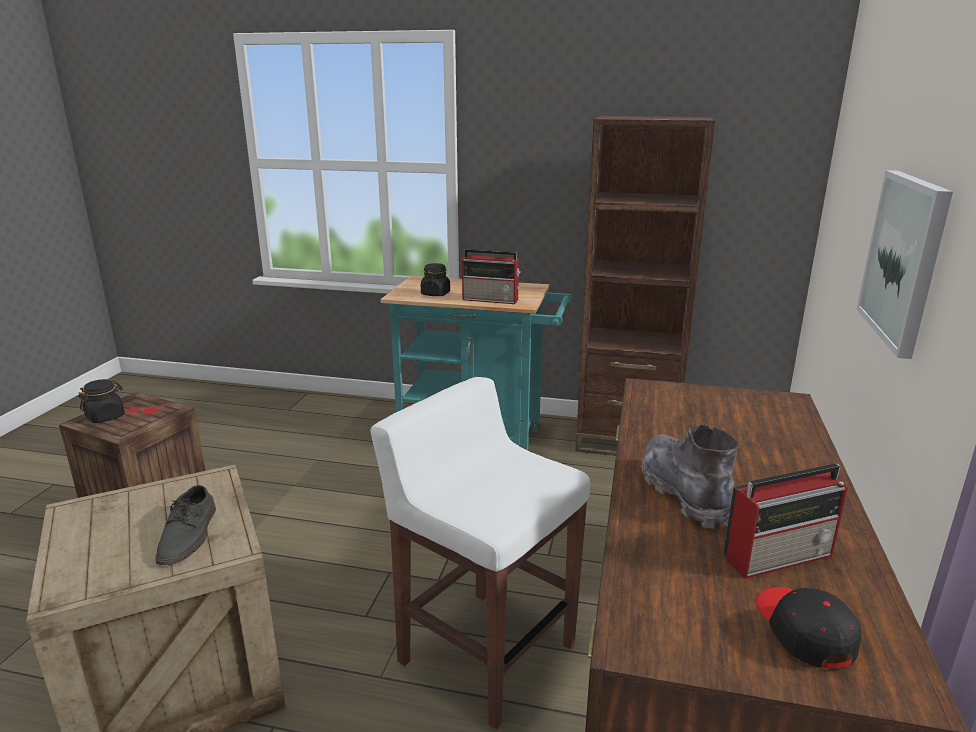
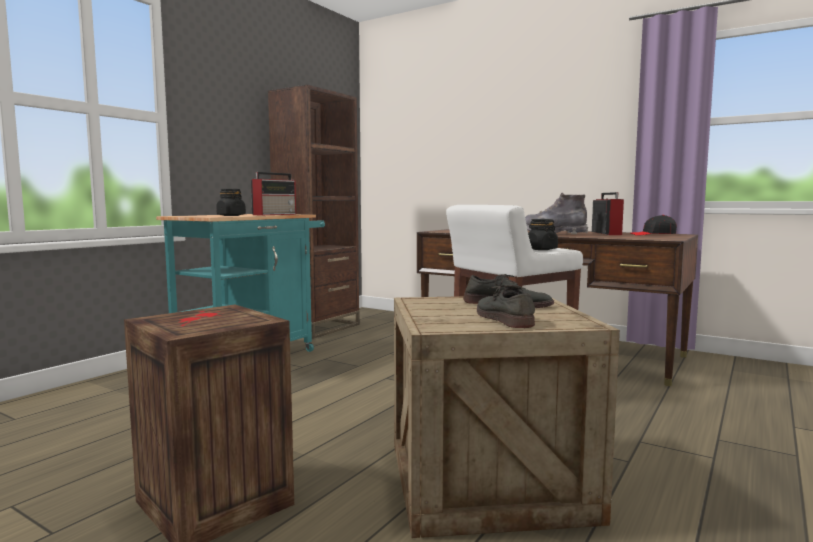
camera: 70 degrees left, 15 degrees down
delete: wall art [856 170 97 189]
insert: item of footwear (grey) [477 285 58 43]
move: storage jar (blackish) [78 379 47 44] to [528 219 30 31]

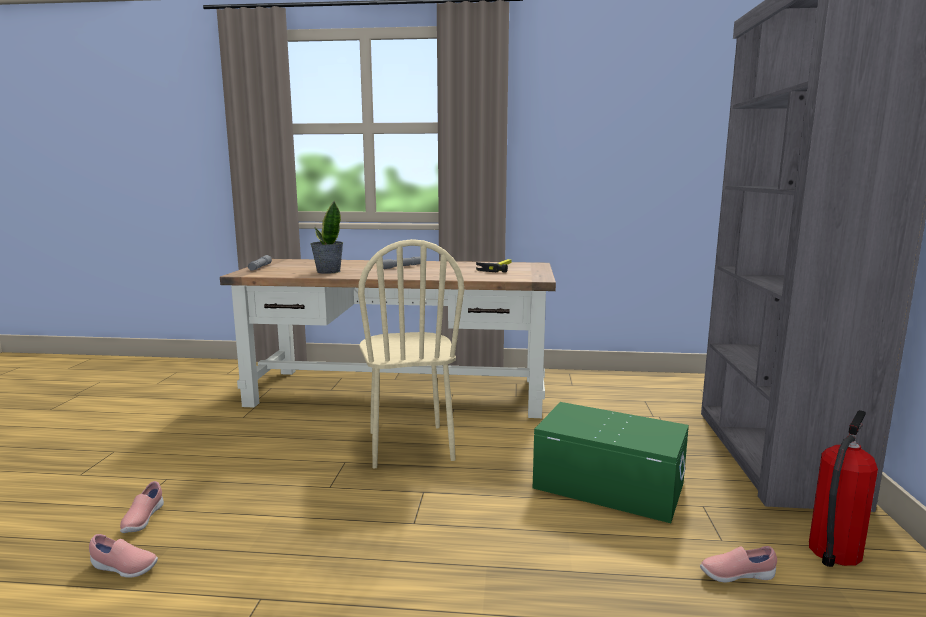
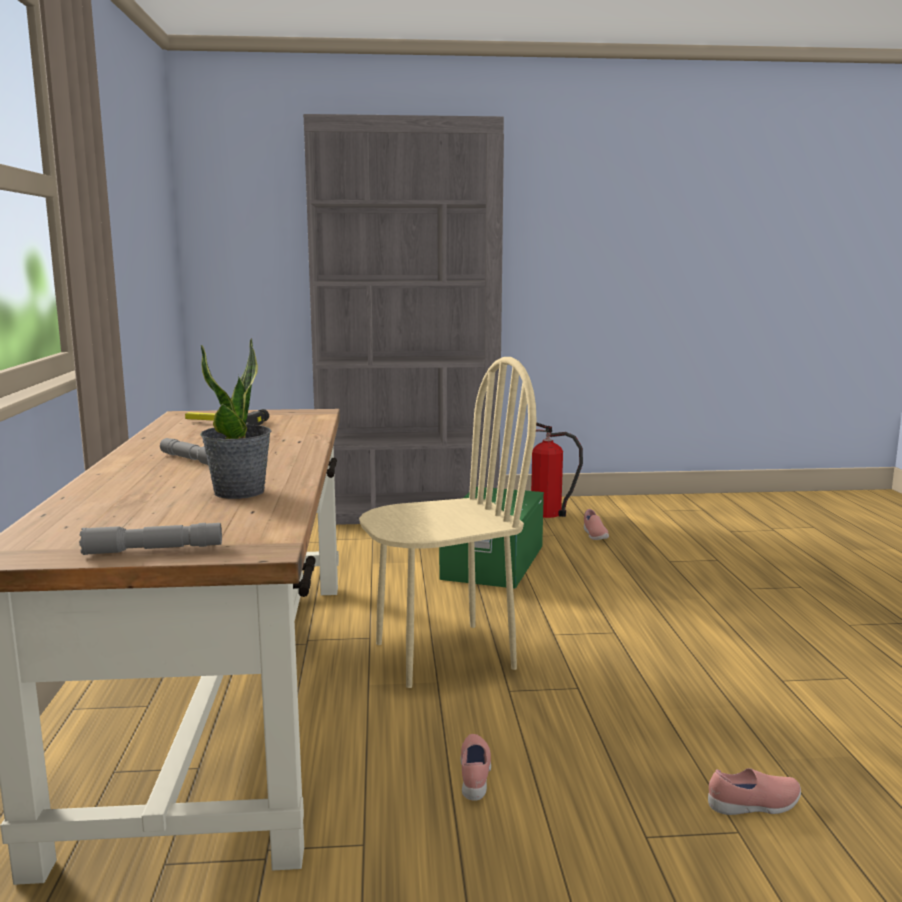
camera: 100 degrees left, 0 degrees up
move: item of footwear (pink) [89 534 69 44] to [461 734 30 67]

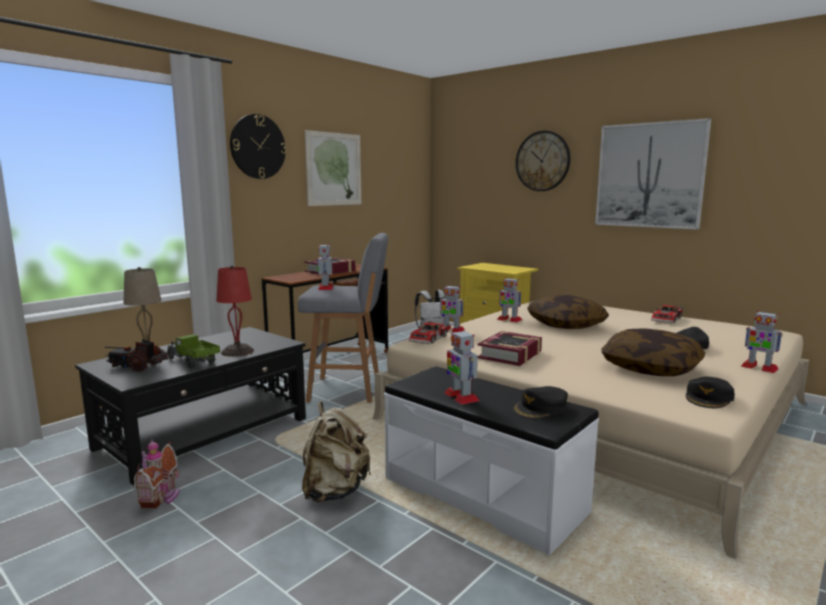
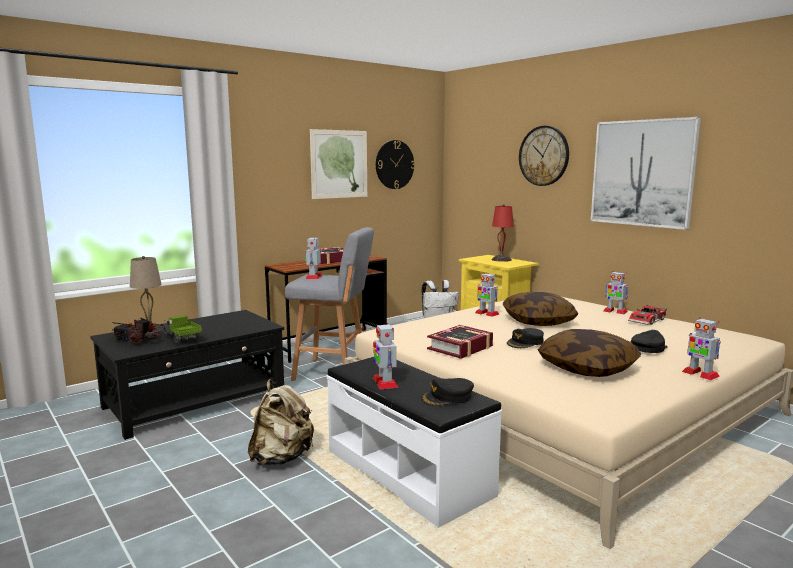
camera: 10 degrees right, 0 degrees up
delete: toy house [134 439 46 70]; toy car [408 321 41 23]
move: tabletop lamp (red) [216 266 38 91] to [491 204 23 58]; clock on the wall [230 114 57 65] to [376 140 39 49]; model robot [440 285 25 48] to [603 271 26 43]; baseball cap (blackish) [686 377 49 31] to [507 328 37 20]

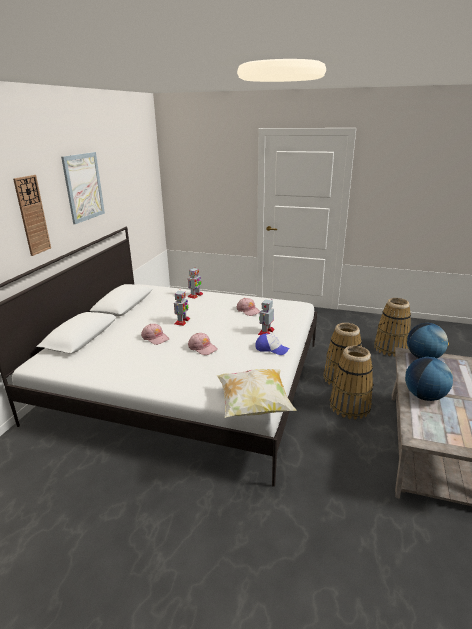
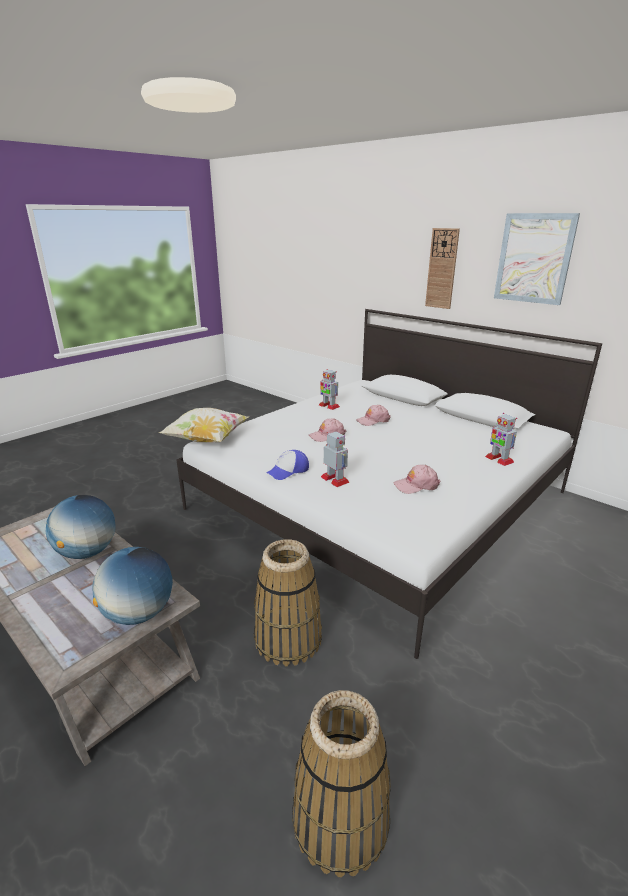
camera: 115 degrees right, 0 degrees up
delete: household basket [330 346 43 74]
move: model robot [174 291 16 35] to [319 369 21 41]

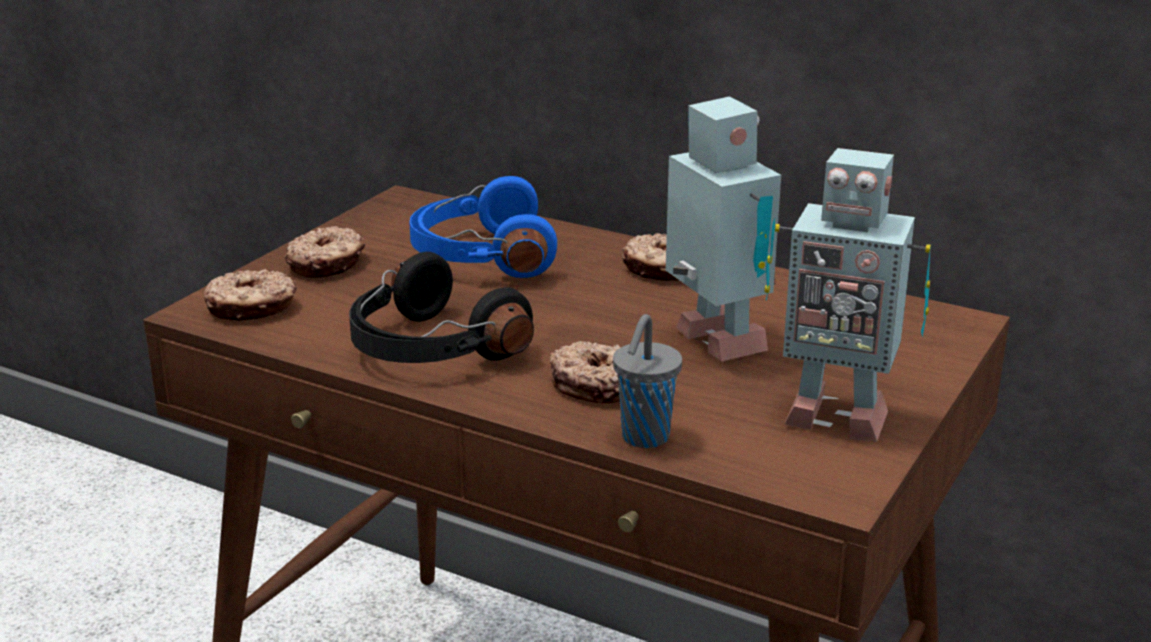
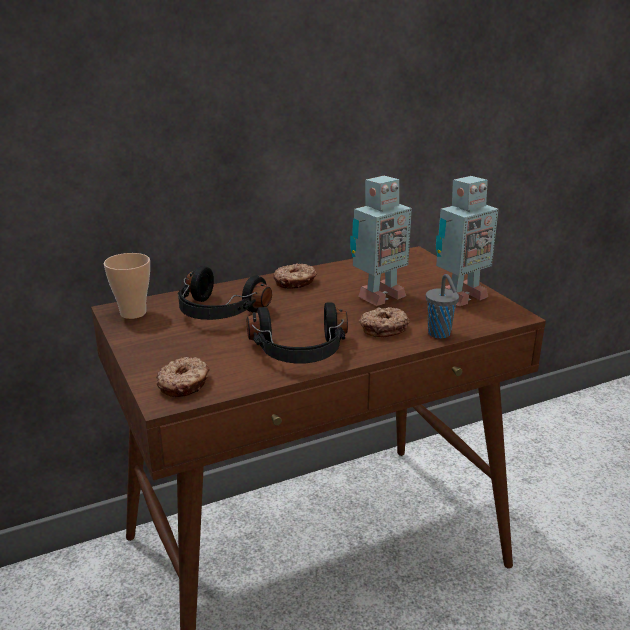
camera: 55 degrees left, 0 degrees up
delete: ring doughnut [285 226 80 52]
insert: small cup [104 253 46 66]
recolor: headset (blue-coloured) [409 176 148 102] to headset (blackish) [178 266 94 54]
rotate: model robot [666 96 115 266] = [350 176 62 130] 135 degrees clockwise

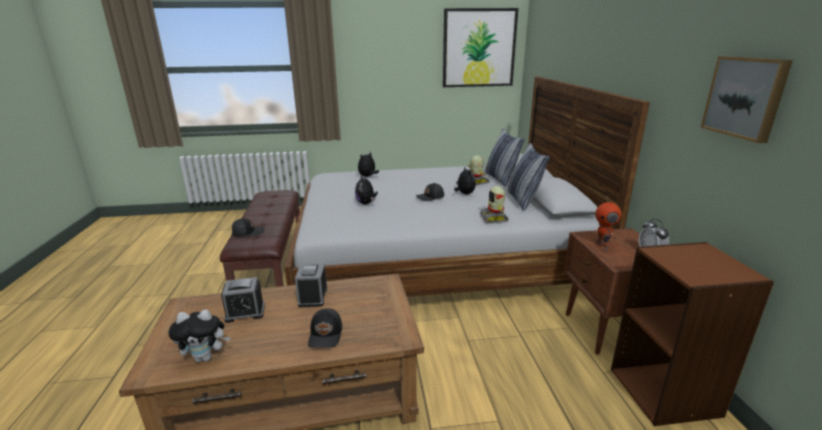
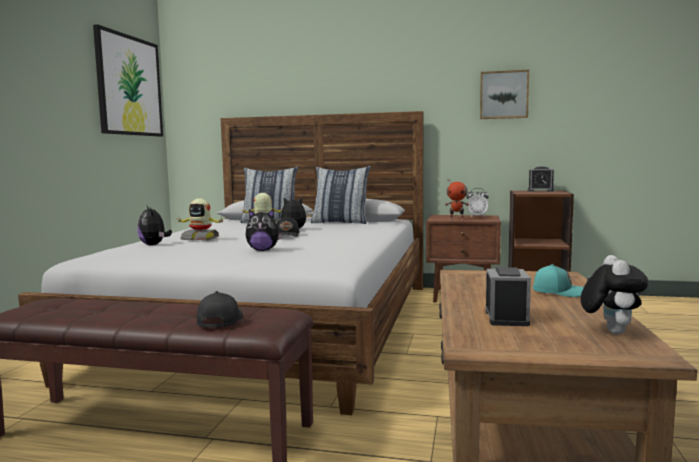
camera: 70 degrees left, 15 degrees down
move: table clock [295 263 32 44] to [528 166 26 26]; model robot [480 186 29 37] to [178 198 46 42]
recolor: baseball cap (blackish) [308 308 34 40] to baseball cap (turquoise) [533 264 51 33]

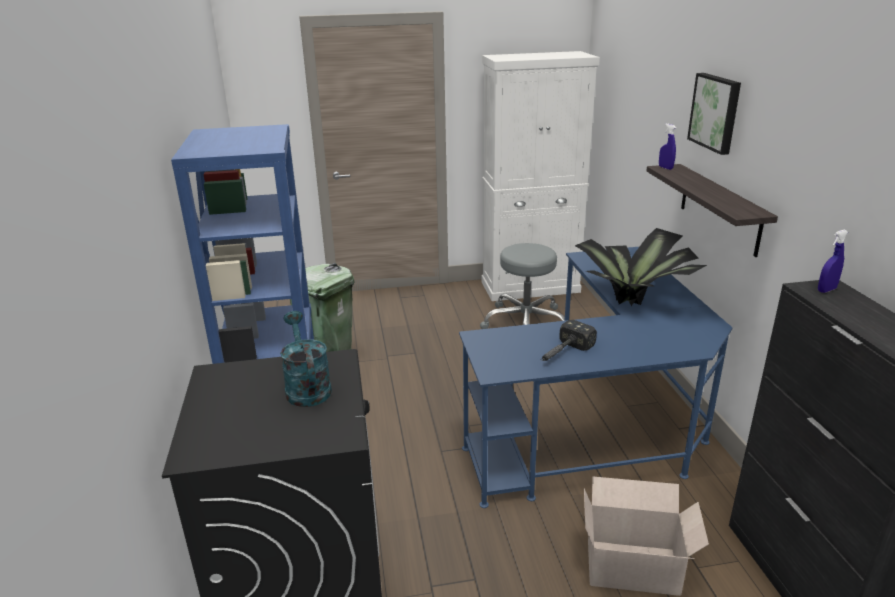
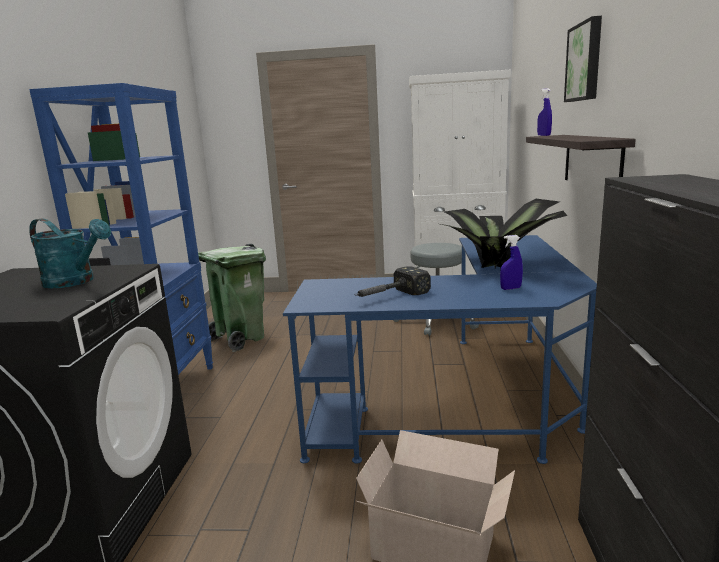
camera: 15 degrees right, 10 degrees down
move: sprayer (blue-coloured) [818 230 30 63] to [500 235 23 55]
rotate: watering can (turquoise) [280 311 52 96] = [29 218 82 70] 120 degrees clockwise

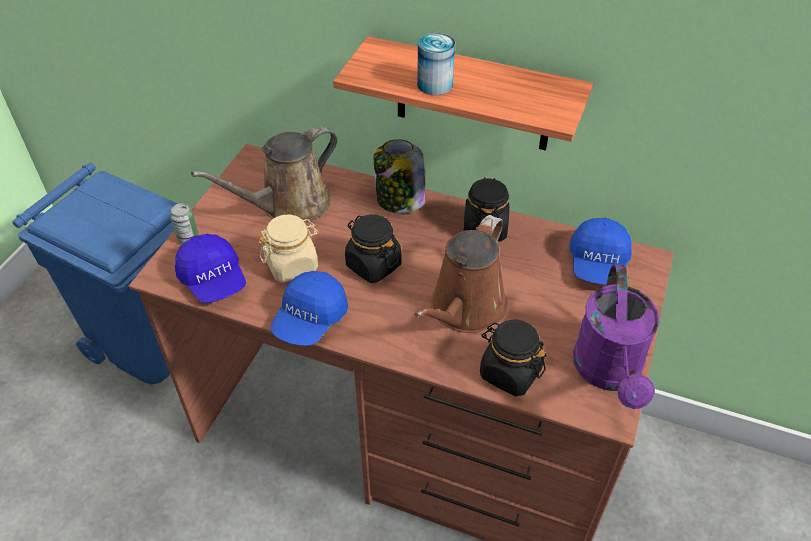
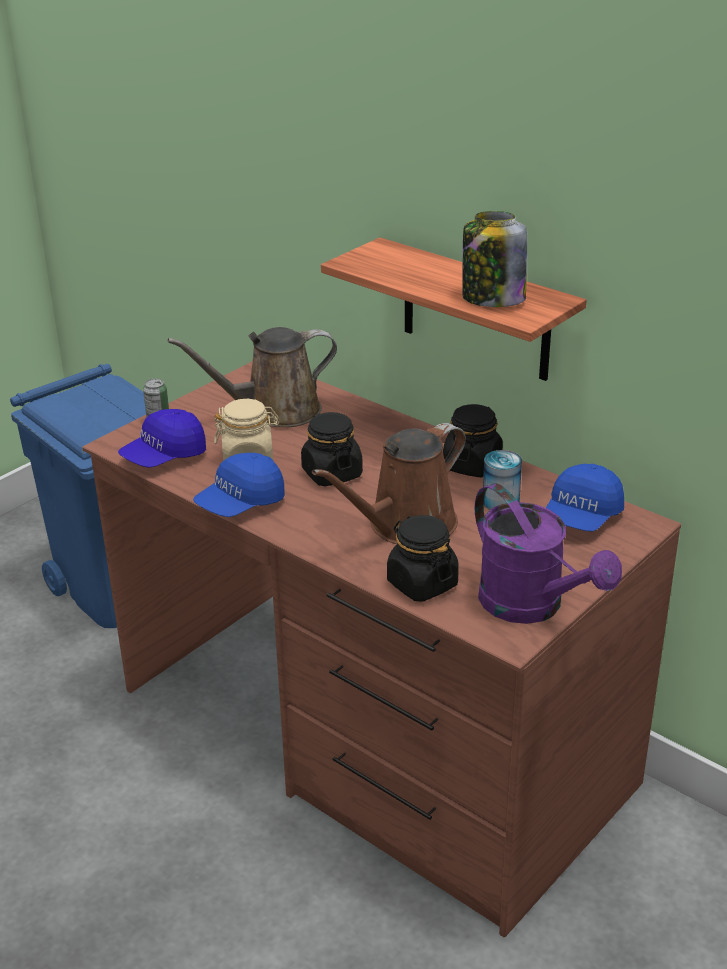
camera: 20 degrees right, 15 degrees down
move: storage jar [374 139 52 74] to [462 211 65 96]; metal can [417 33 38 62] to [483 450 39 60]
rotate: baseball cap (blue-coloured) [175 234 71 69] = [118 409 88 59] 60 degrees clockwise; watering can (purplish) [573 264 86 145] = [475 483 147 141] 60 degrees counterclockwise

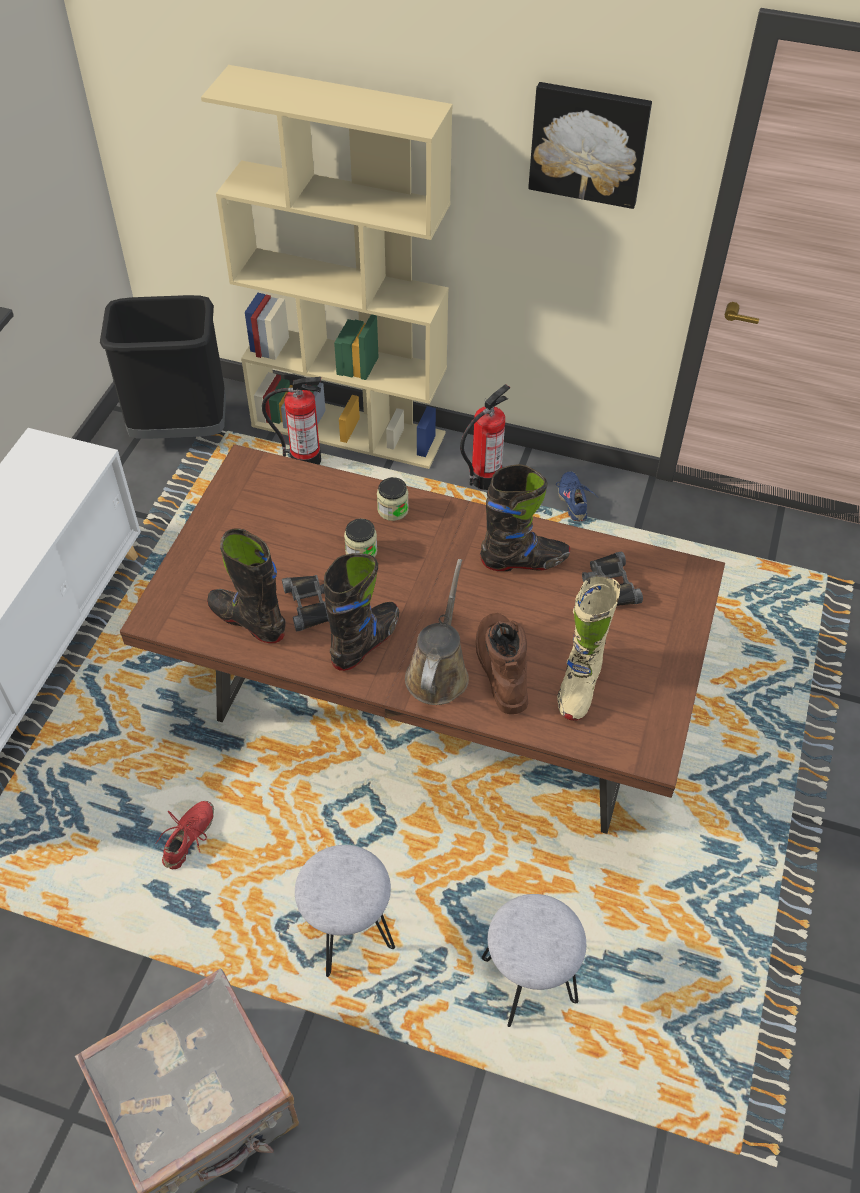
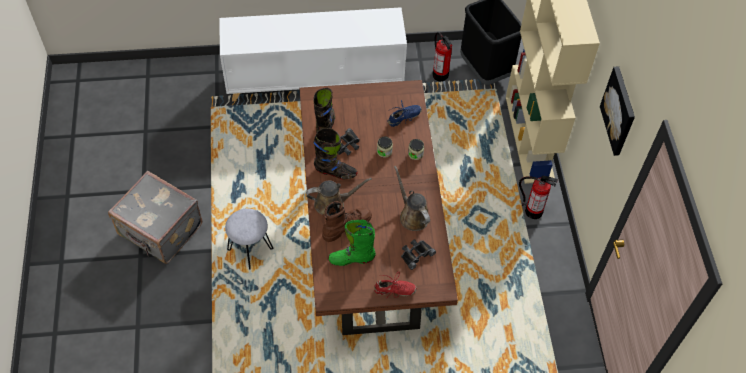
camera: 65 degrees right, 5 degrees up
delete: sitting stool (grey) [482 894 104 133]
move: item of footwear (red) [155 801 59 68] to [374 271 43 27]; extinguisher [262 377 59 88] to [432 32 20 50]; item of footwear (blue-coloured) [556 471 42 50] to [388 100 34 27]
replace: high-top boot (blackish) [480 464 90 107] to watering can (brownish) [394 166 36 65]
recolor: high-top boot (beige-coloured) [557 575 63 146] to high-top boot (green-coloured) [328 220 48 46]

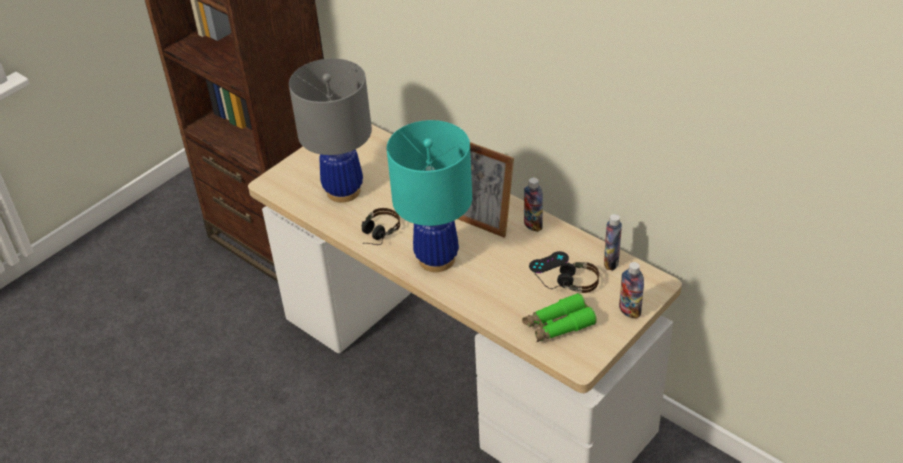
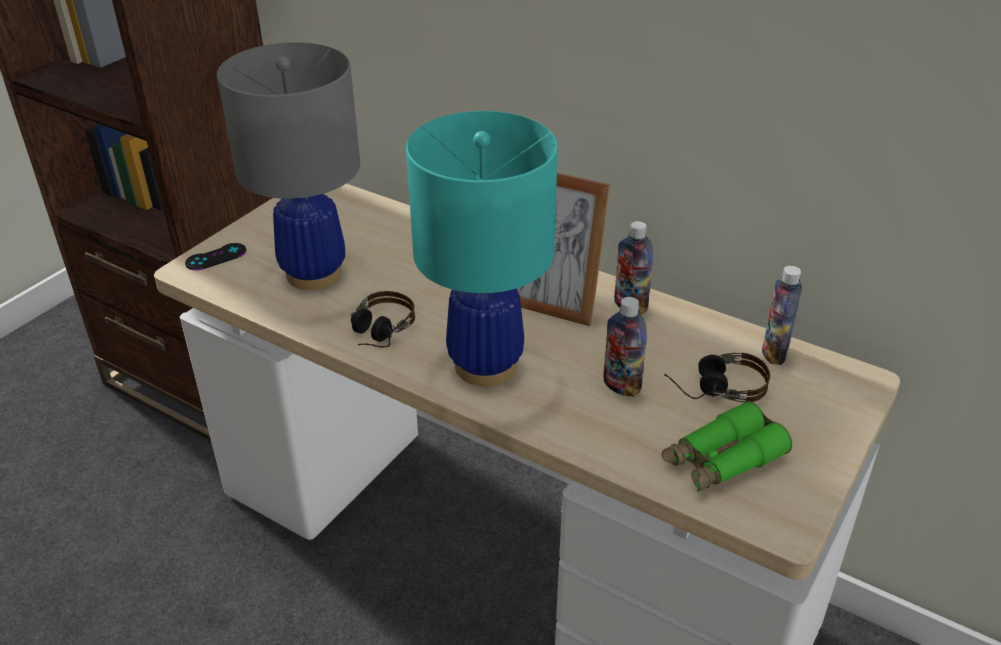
camera: 10 degrees left, 5 degrees down
move: joypad (blackish) [529 251 40 22] to [185 243 61 27]; beverage bottle [619 262 25 57] to [603 297 44 100]

